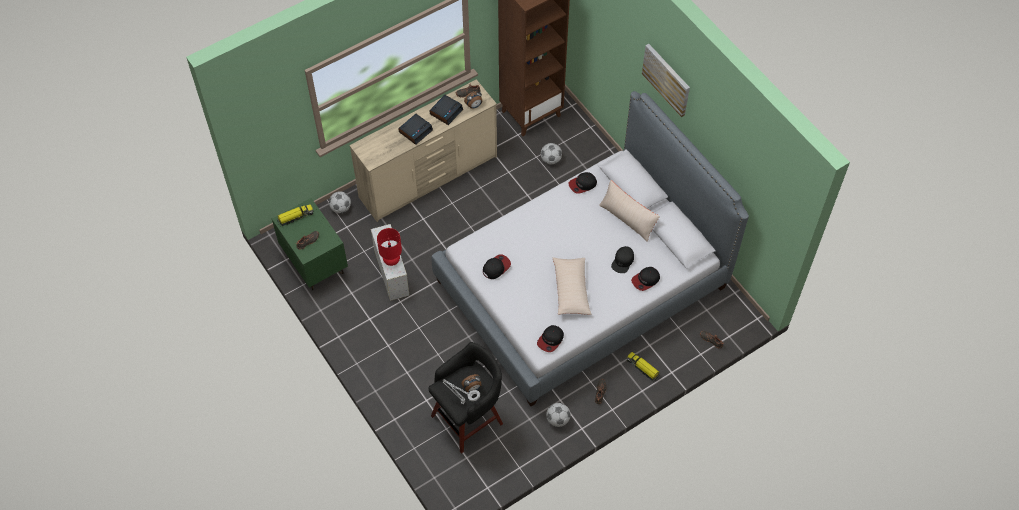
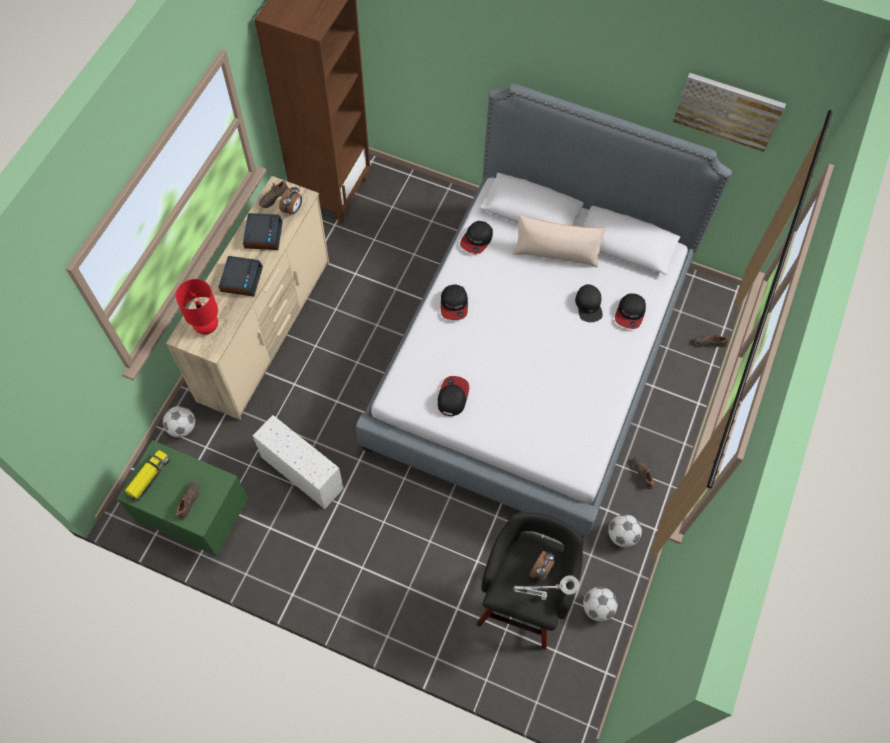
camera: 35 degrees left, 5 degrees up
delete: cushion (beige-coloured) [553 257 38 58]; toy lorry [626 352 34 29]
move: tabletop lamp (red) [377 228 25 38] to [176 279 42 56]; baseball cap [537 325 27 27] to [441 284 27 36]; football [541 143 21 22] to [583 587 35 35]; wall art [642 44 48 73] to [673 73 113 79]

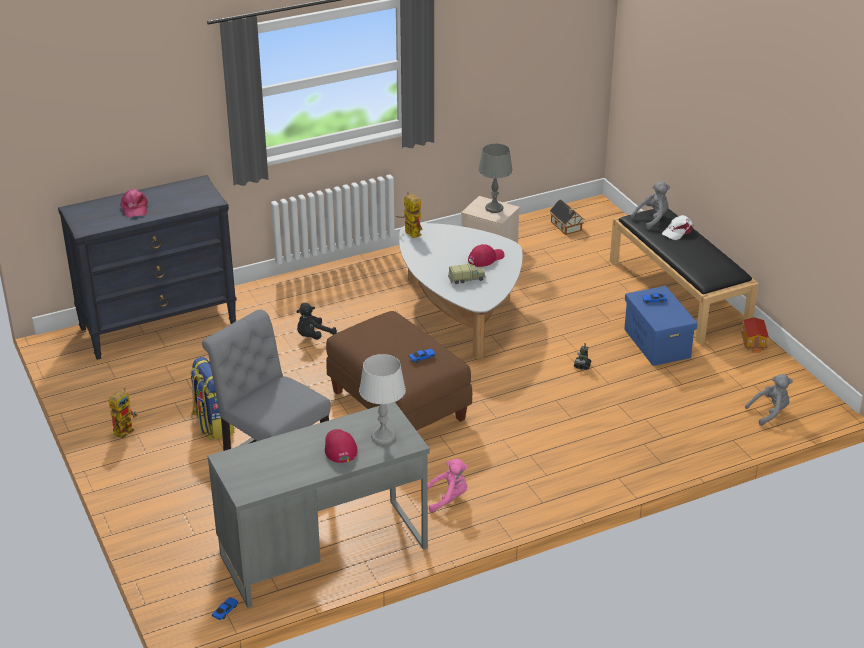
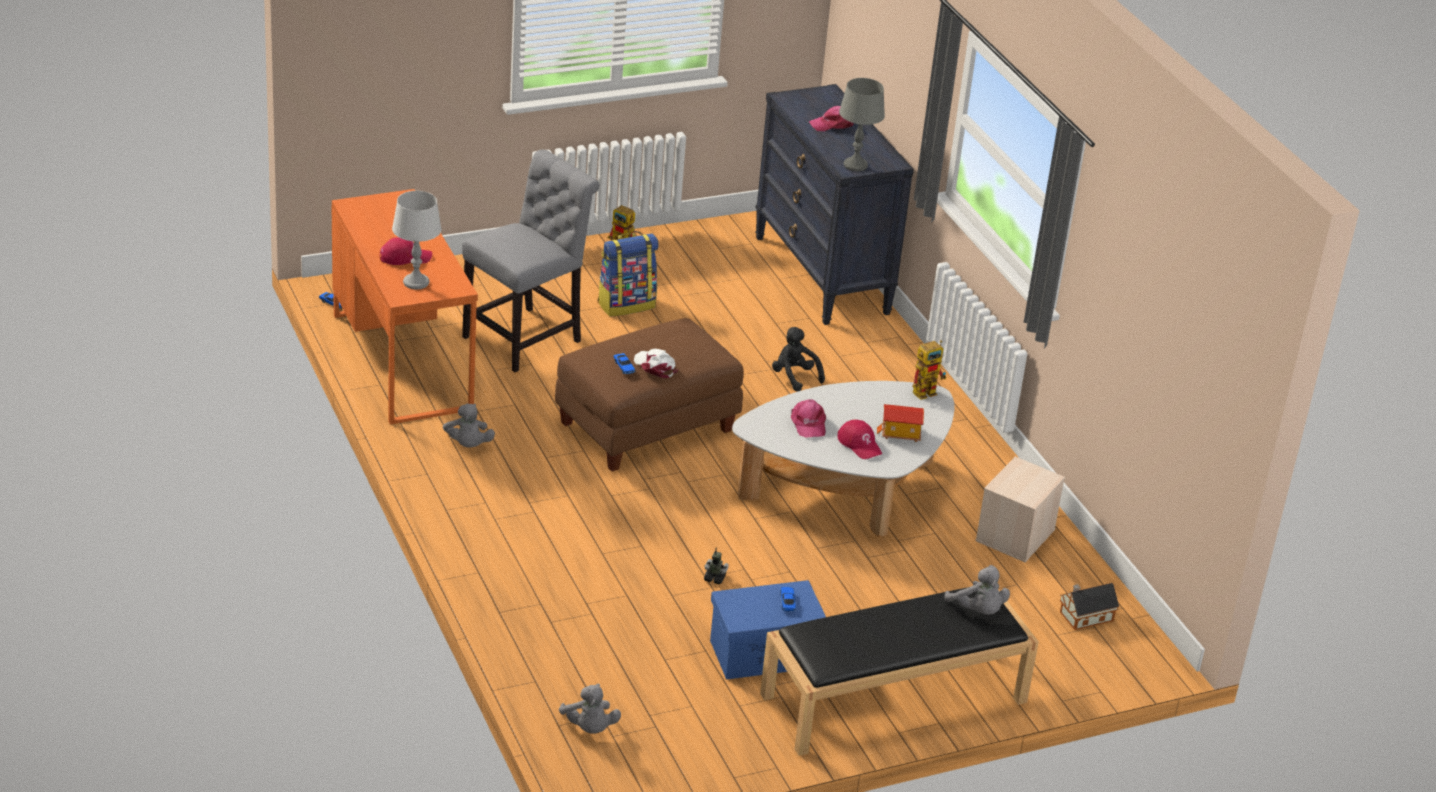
camera: 90 degrees right, 0 degrees up
move: tabletop lamp (grey) [478 143 35 70] to [839 78 46 93]; baseball cap (white) [662 215 31 25] to [634 349 44 29]; toy house [741 317 28 36] to [877 404 47 38]
replace: toy lorry [448 264 37 20] to baseball cap (pink) [791 399 35 39]
recolor: desk unit (grey) [208 402 222 206] to desk unit (orange) [332 189 146 235]; plush toy (pink) [428 459 40 53] to plush toy (grey) [443 404 52 44]

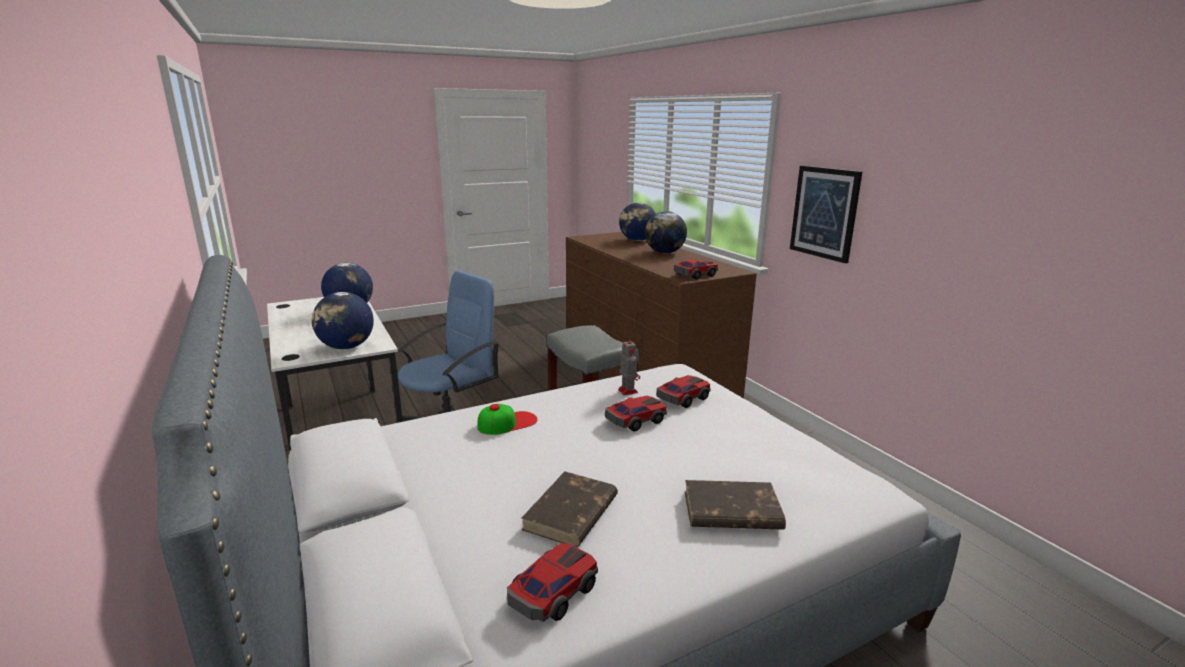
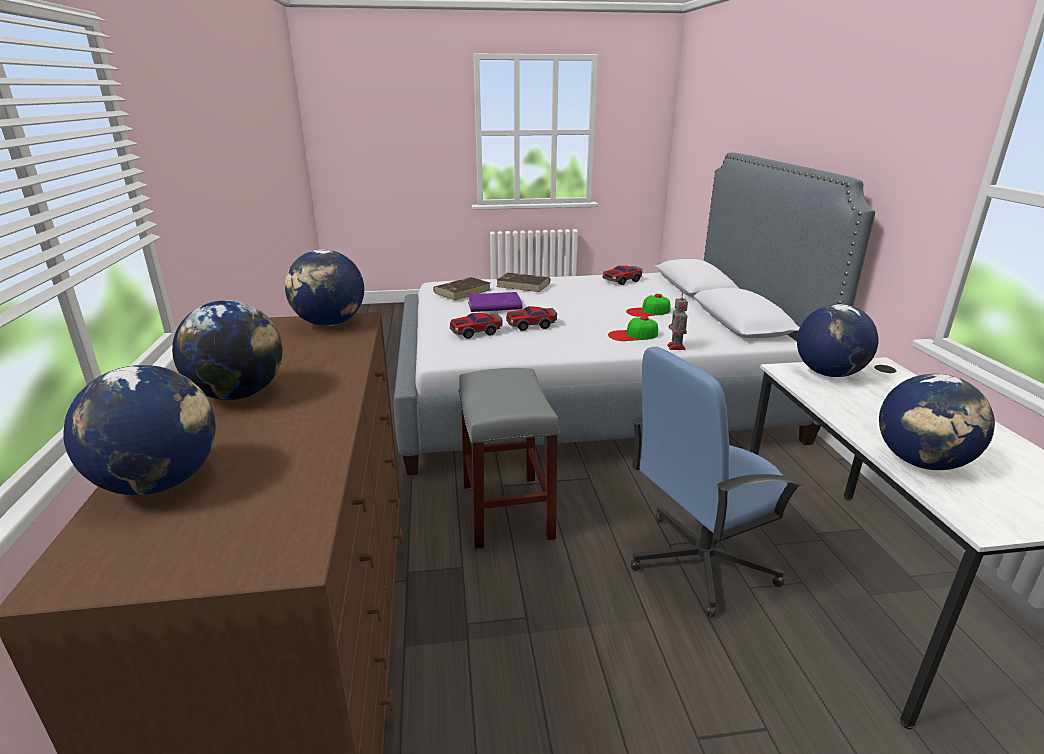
camera: 160 degrees left, 5 degrees up
delete: wall art [790 165 72 98]
insert: volume (purplish) [468 292 54 20]; baseball cap [626 294 44 23]
move: volume (brownish) [522 471 96 76] to [433 277 57 23]; model robot [618 336 22 59] to [667 296 21 54]
replace: toy car [674 259 44 21] to world globe [285 249 79 77]

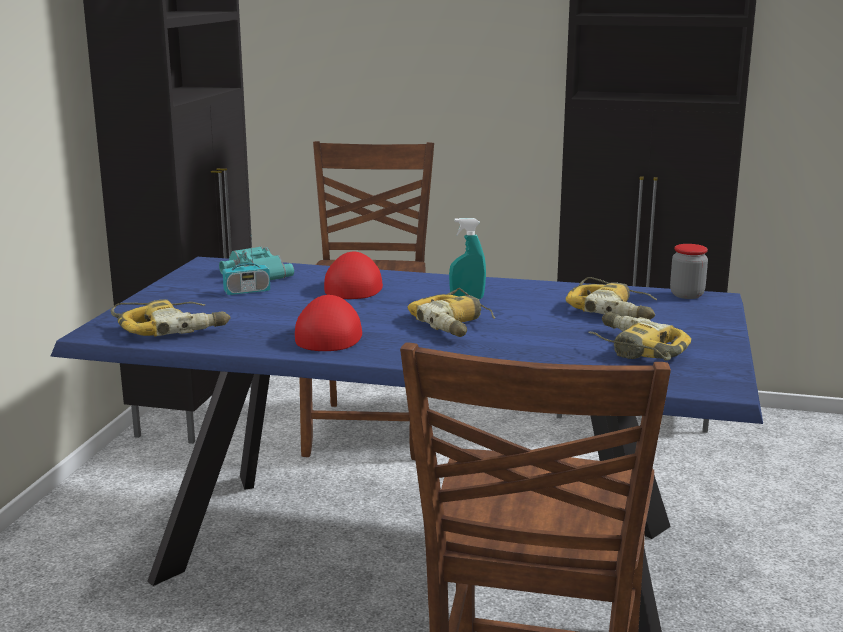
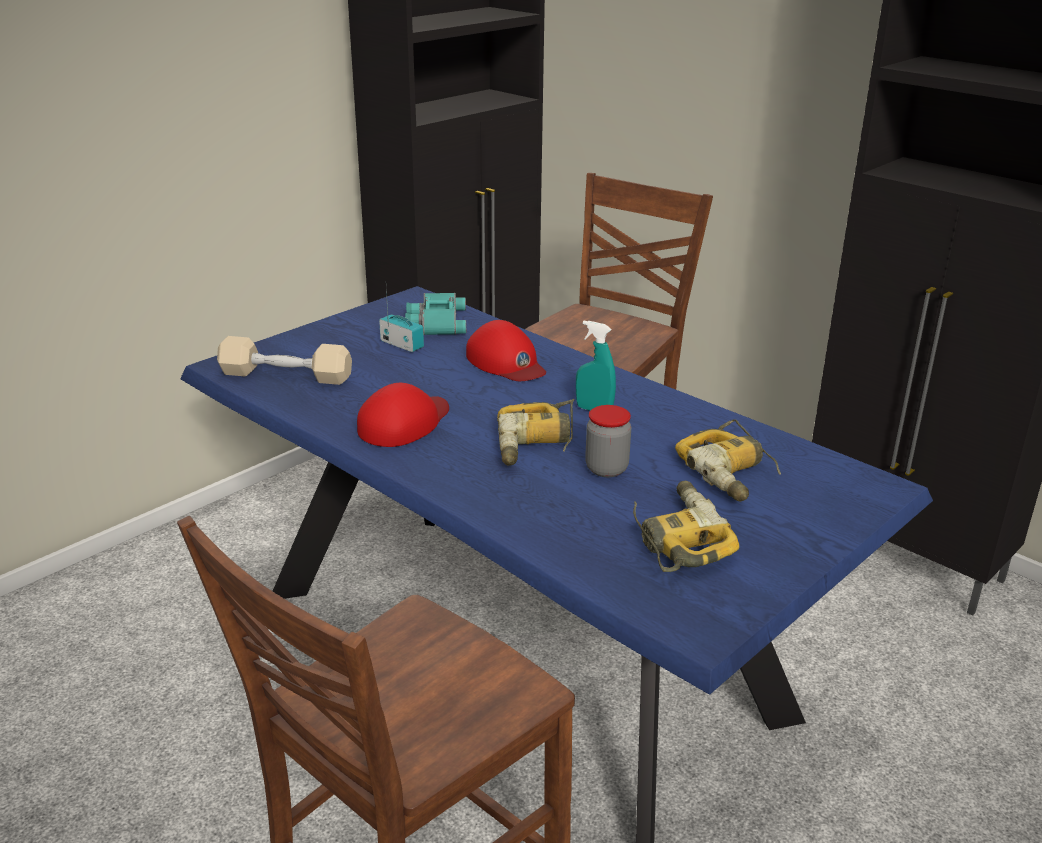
camera: 30 degrees right, 10 degrees up
move: storage jar [670 244 38 55] to [585 405 46 72]
replace: drill [111 299 120 37] to dumbbell (beige-coloured) [217 336 135 49]
rotate: radio [223 225 47 70] = [379 290 45 62] 150 degrees counterclockwise; baseball cap (red) [324 252 59 47] = [466 320 80 61] 105 degrees clockwise

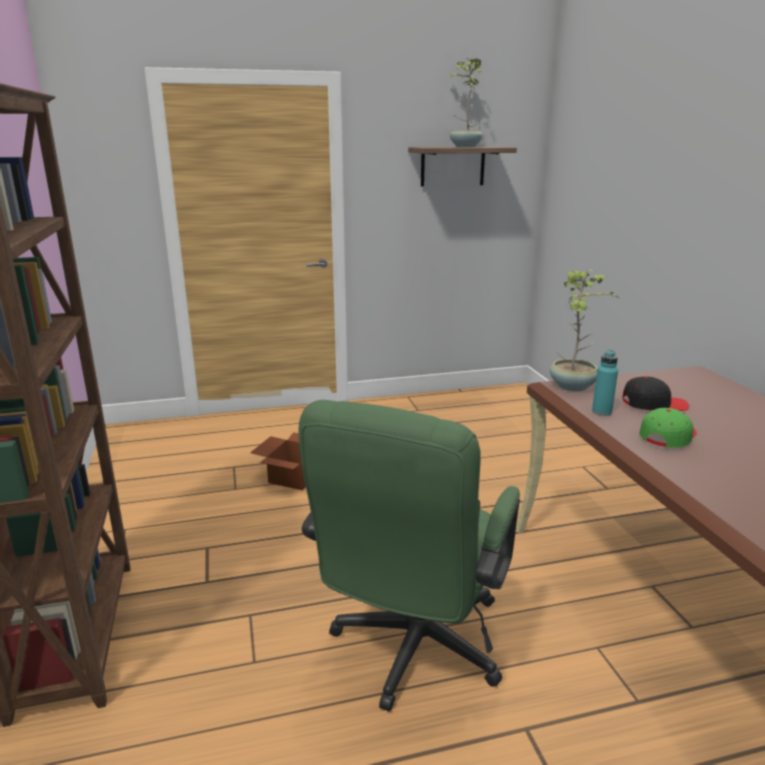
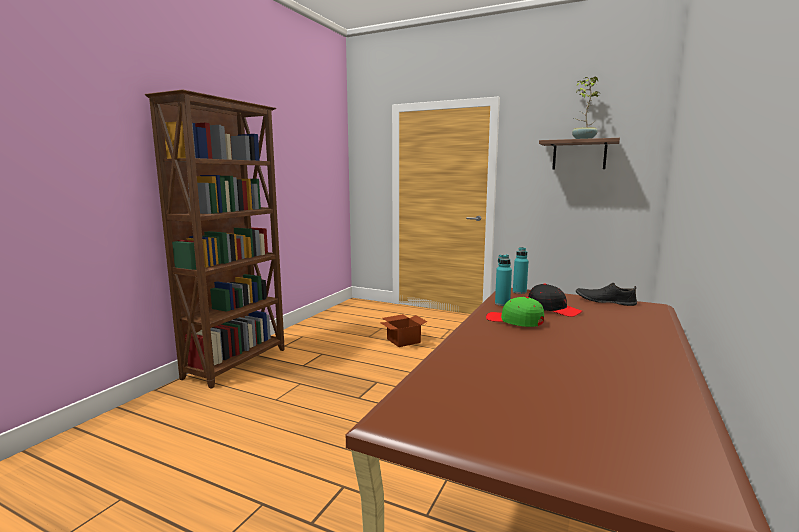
camera: 40 degrees right, 10 degrees down
delete: computer chair (green-coloured) [298 400 222 312]
insert: item of footwear (blackish) [576 283 61 23]
replace: houseplant [550 269 67 122] to beverage bottle (turquoise) [513 247 15 47]
rotate: baseball cap (green-coloured) [639 408 58 40] = [486 297 58 30] 135 degrees counterclockwise

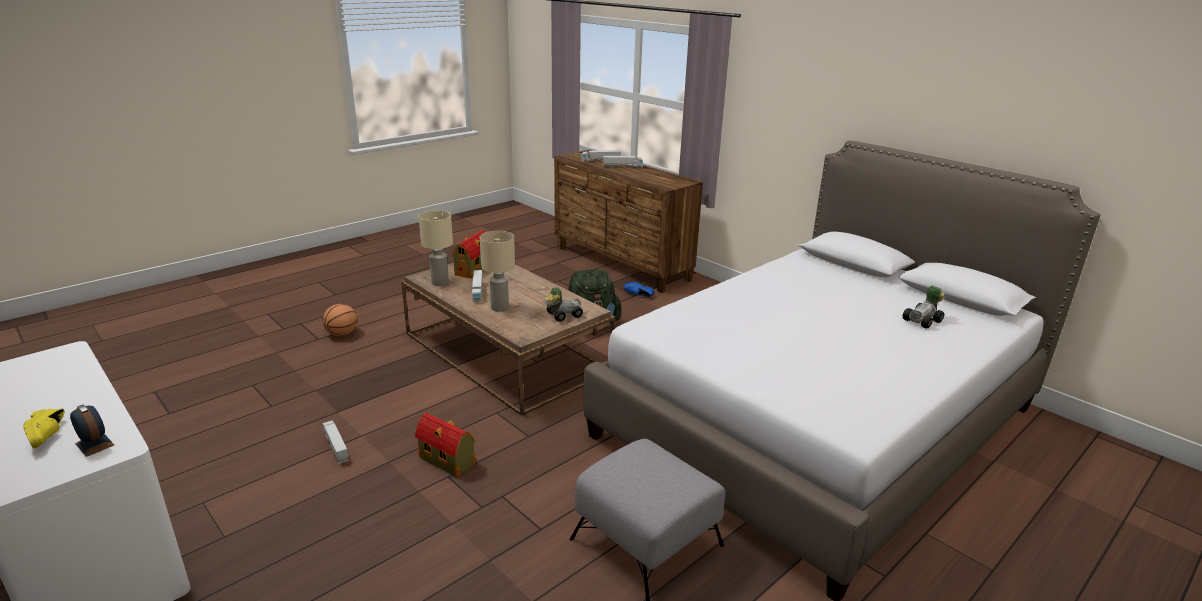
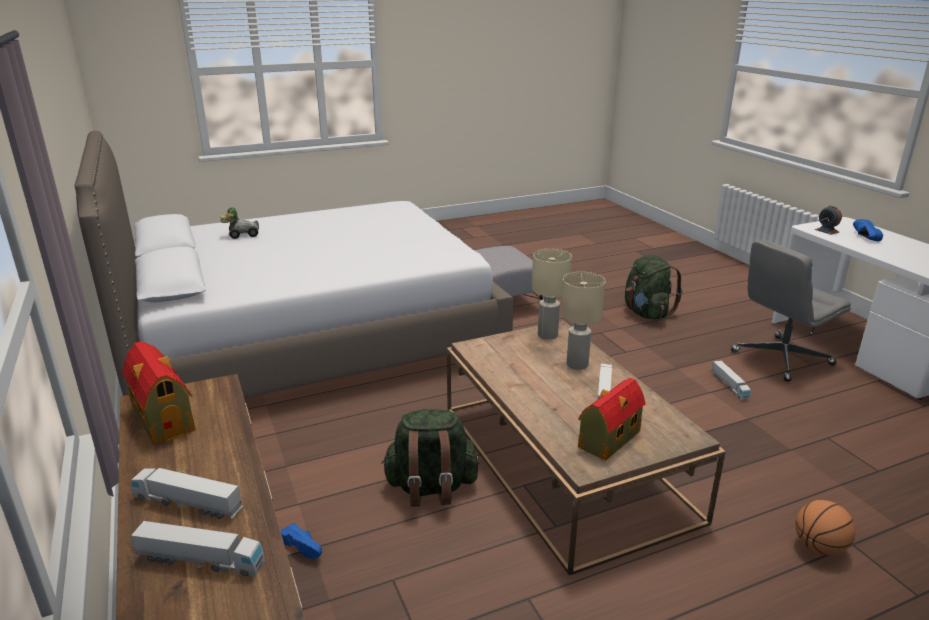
camera: 160 degrees left, 0 degrees up
delete: toy car [543 287 40 35]
insert: backpack (green-coloured) [625 255 58 65]; computer chair (grey) [731 240 120 142]
move: toy house [415 413 60 64] to [122 341 73 104]; tabletop lamp (beige-coloured) [419 210 34 76] to [532 249 40 90]
recolor: item of footwear (yellow-coloured) [23 409 42 40] to item of footwear (blue-coloured) [853 219 30 23]

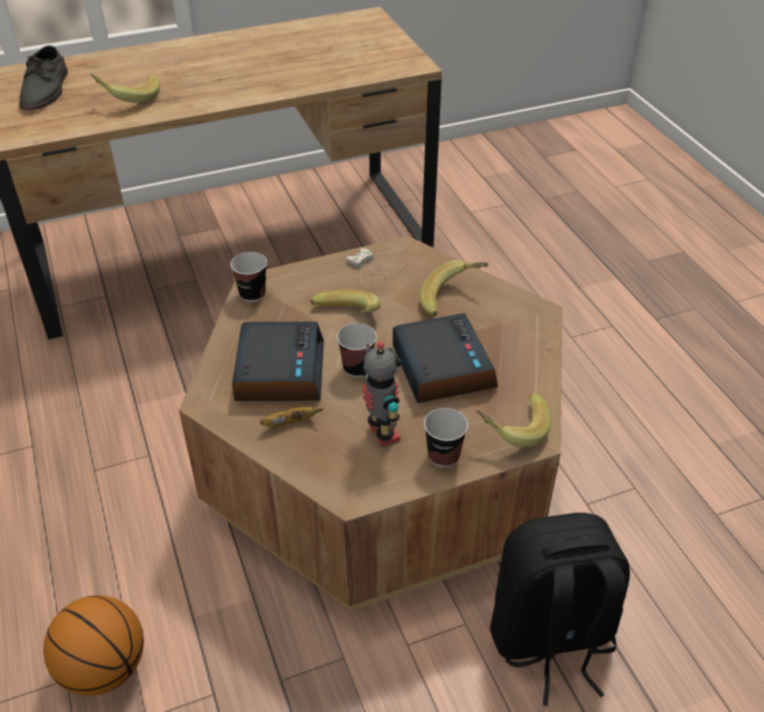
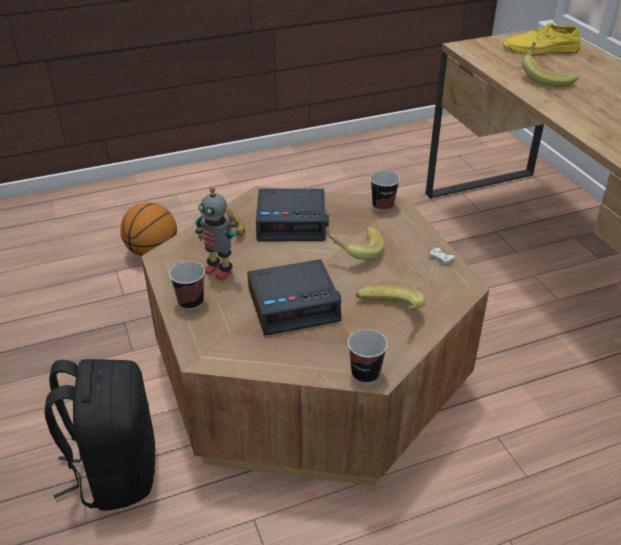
camera: 90 degrees right, 5 degrees down
delete: whole banana [476 393 75 54]
move: small cup [337 323 40 54] to [348 330 40 54]
recolor: item of footwear (grey) [19 45 49 65] to item of footwear (yellow-coloured) [503 22 77 33]
rotate: model robot [361 342 40 105] = [195 187 43 94] 60 degrees clockwise

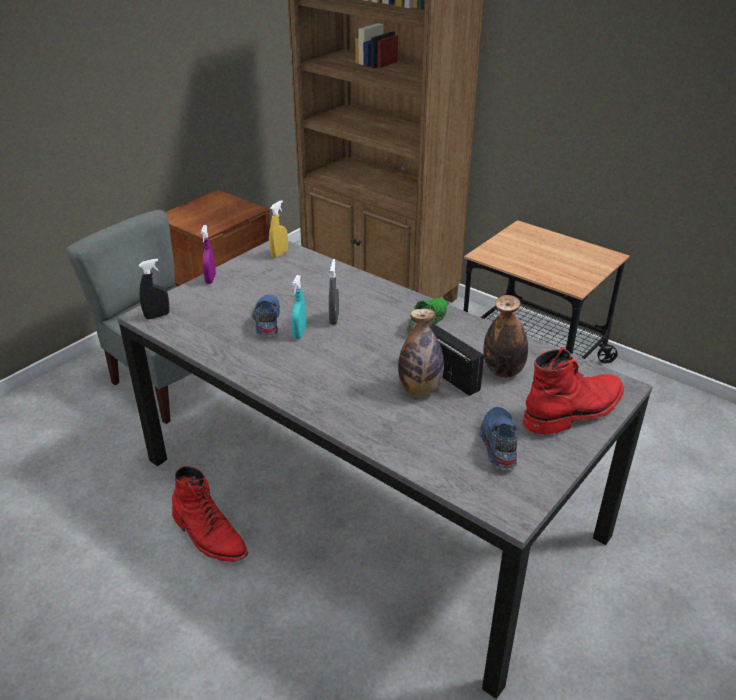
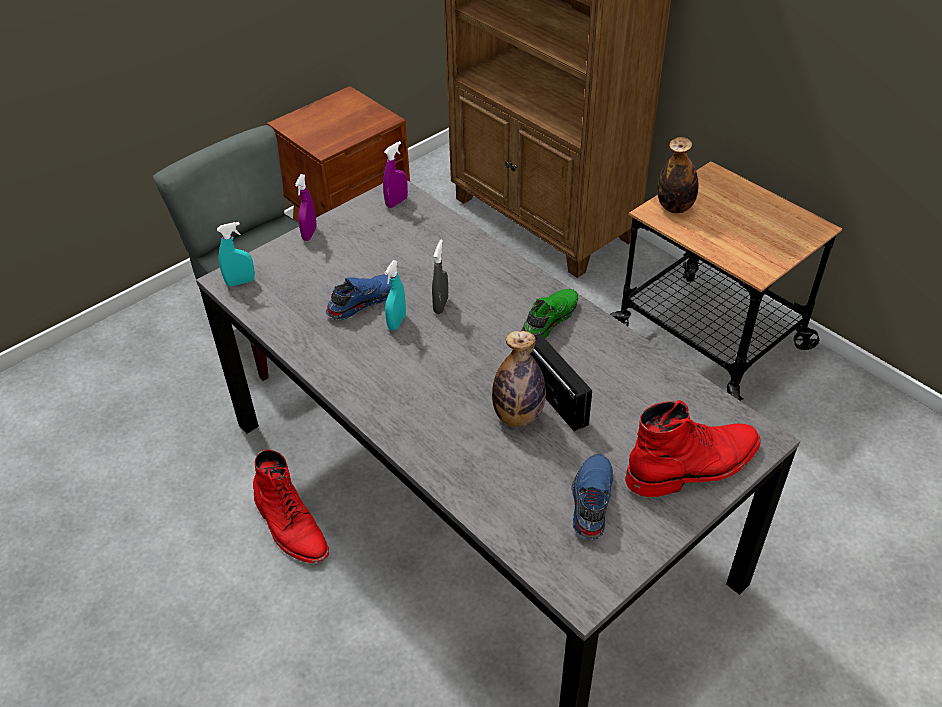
camera: 10 degrees right, 10 degrees up
move: beverage bottle [483 295 45 83] to [657 137 41 76]
recolor: sprayer (blackish) [139 259 31 60] to sprayer (turquoise) [217 222 38 64]; sprayer (yellow-coloured) [269 200 19 58] to sprayer (purplish) [383 141 25 67]
rotate: item of footwear (blue-coloured) [252 295 28 41] = [326 274 65 46] 45 degrees clockwise

